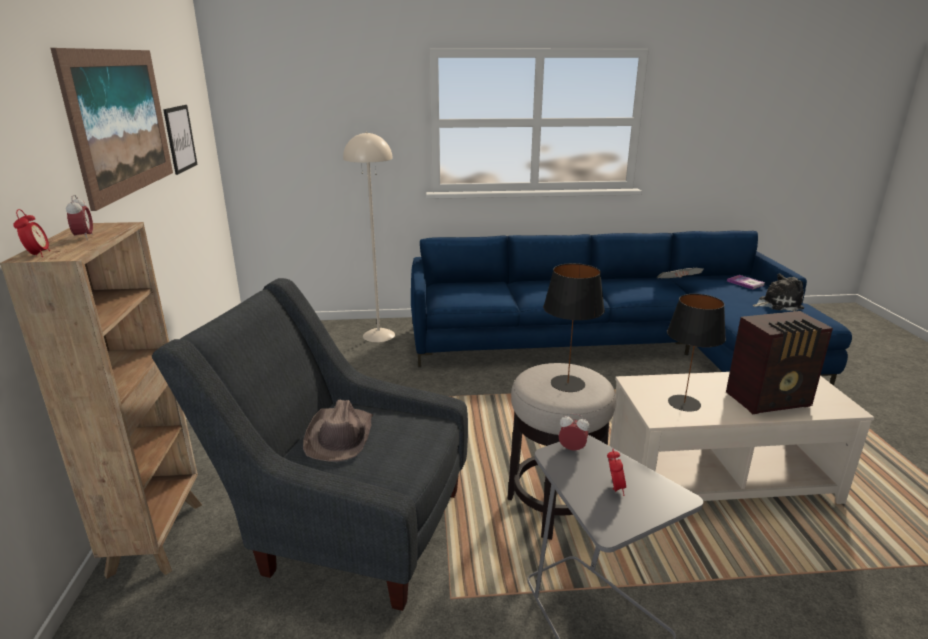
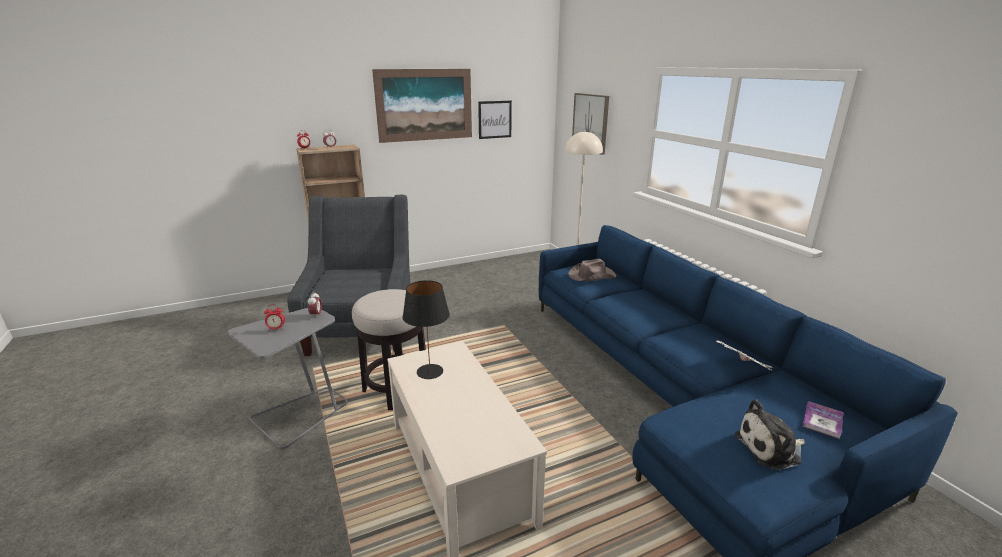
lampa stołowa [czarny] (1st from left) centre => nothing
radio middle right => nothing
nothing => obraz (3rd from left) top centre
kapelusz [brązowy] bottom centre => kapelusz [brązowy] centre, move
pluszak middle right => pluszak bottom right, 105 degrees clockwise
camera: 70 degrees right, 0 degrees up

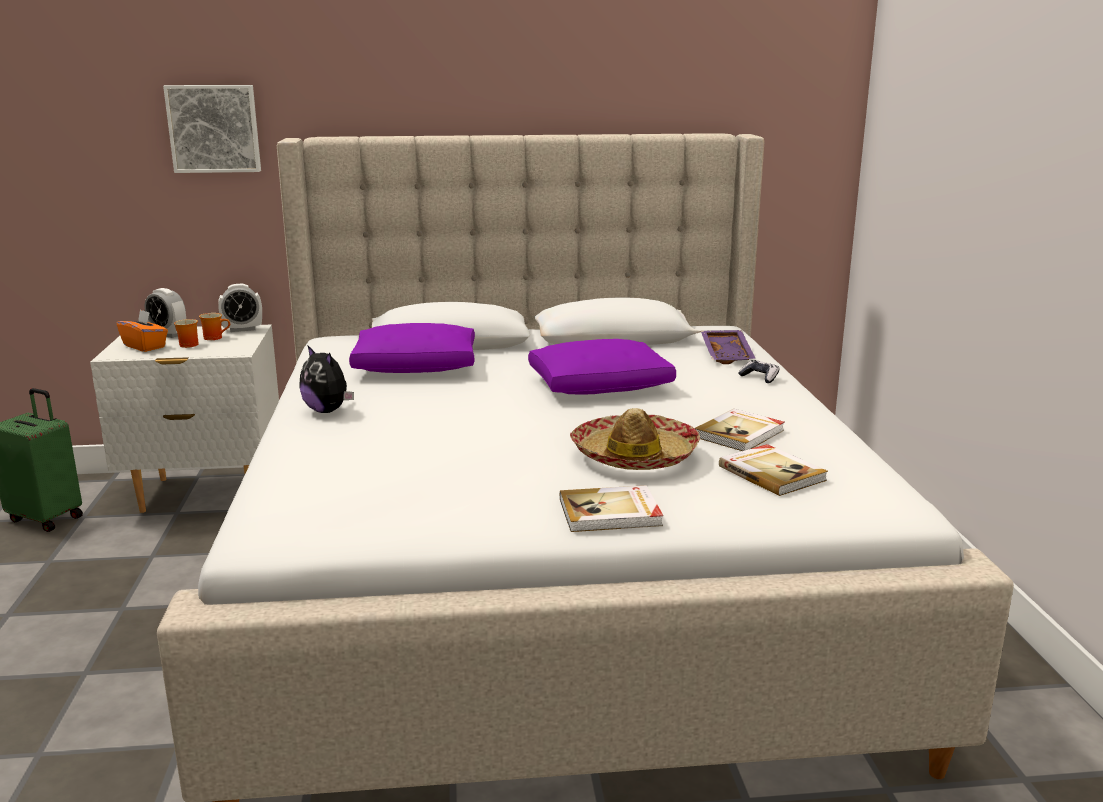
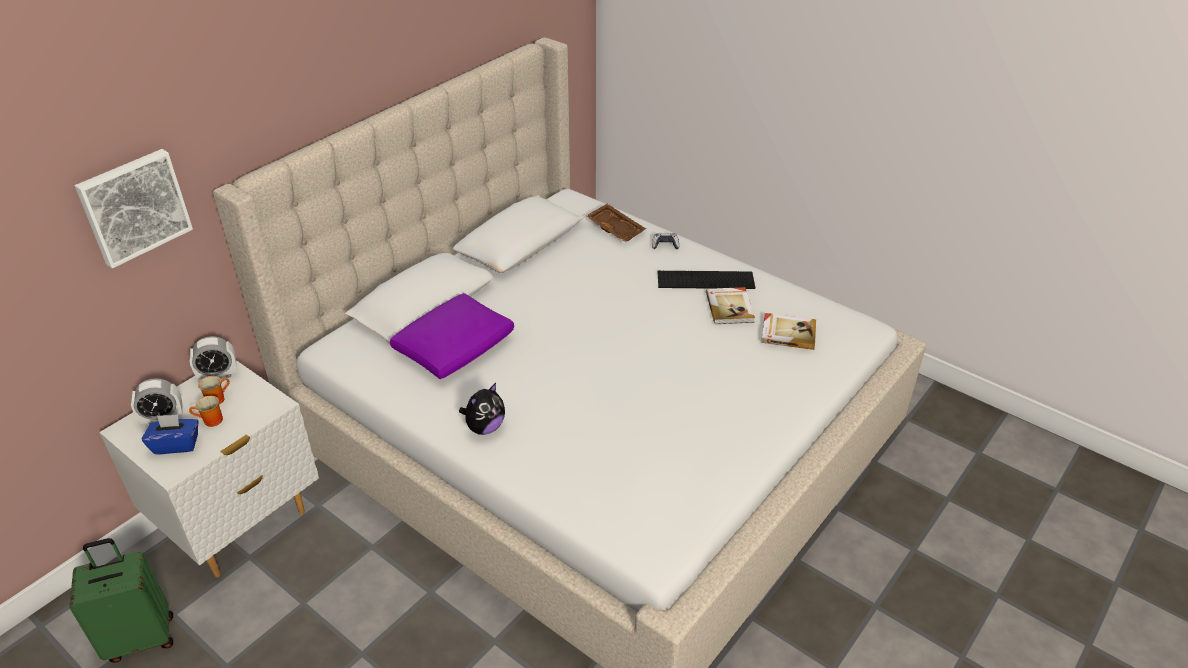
poduszka [fioletowy] (2nd from left) centre => nothing
książka (1st from left) centre => nothing
kapelusz centre => nothing
nothing => klawiatura centre
pudełko chusteczek [pomarańczowy] middle left => pudełko chusteczek [niebieski] middle left
taca [fioletowy] centre => taca [brązowy] top centre
budzik (2nd from left) middle left, 45 degrees clockwise
pluszak middle left => pluszak centre, 45 degrees counterclockwise
camera: 45 degrees left, 20 degrees up

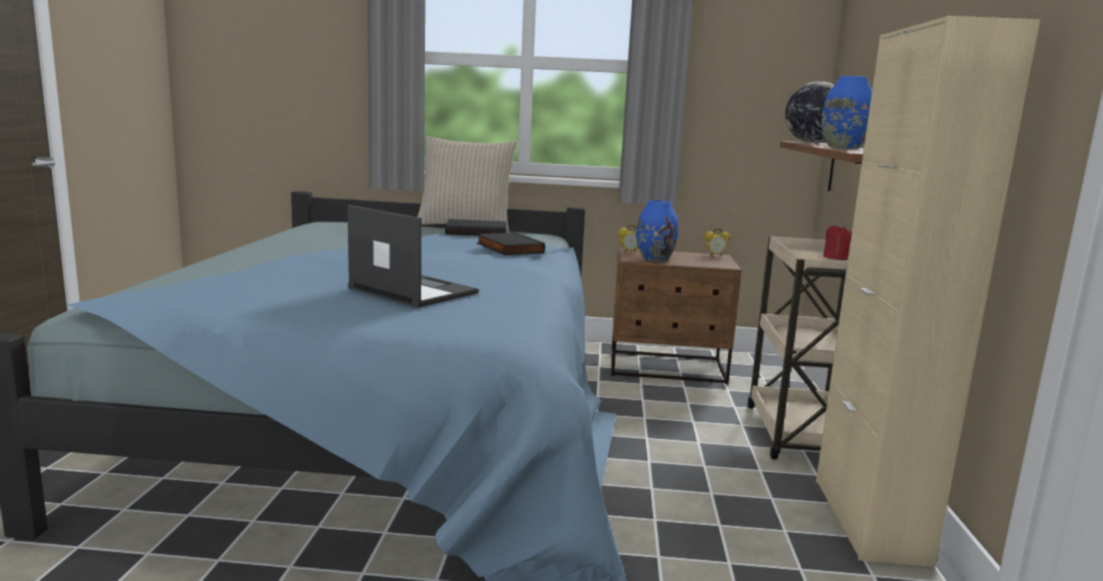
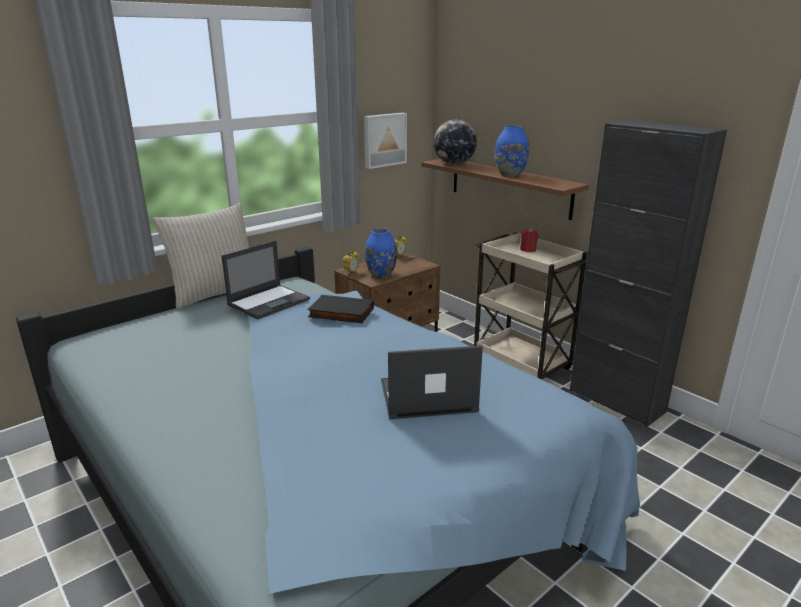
nothing => obraz top centre
książka [czarny] (1st from left) centre => laptop (1st from left) middle left
szafka [beżowy] middle right => szafka [czarny] middle right
camera: 45 degrees left, 10 degrees up

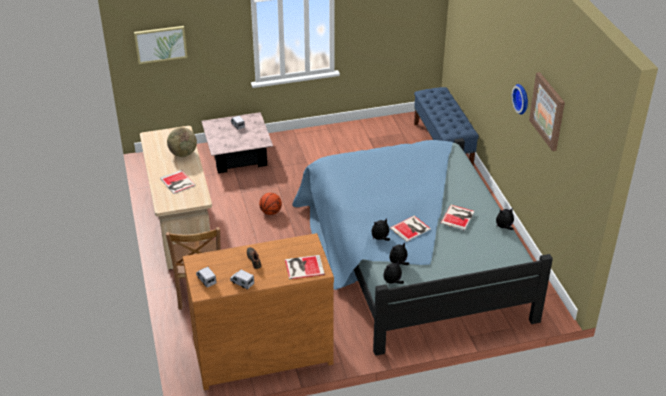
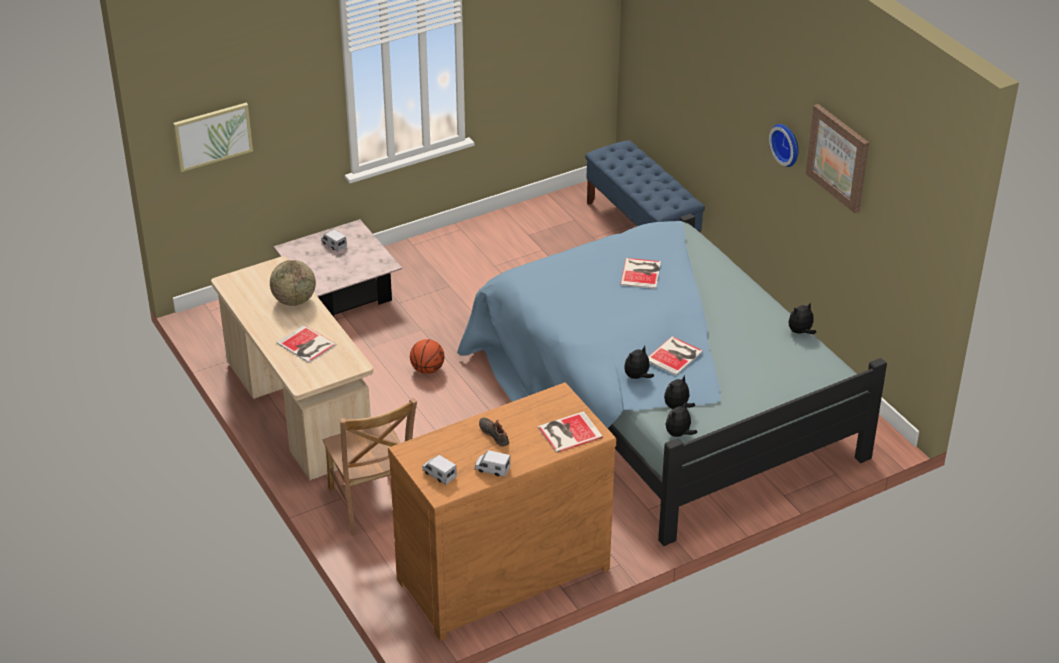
książka (4th from left in the first image) middle right => książka (3rd from left) centre, move
camera: 15 degrees left, 0 degrees up

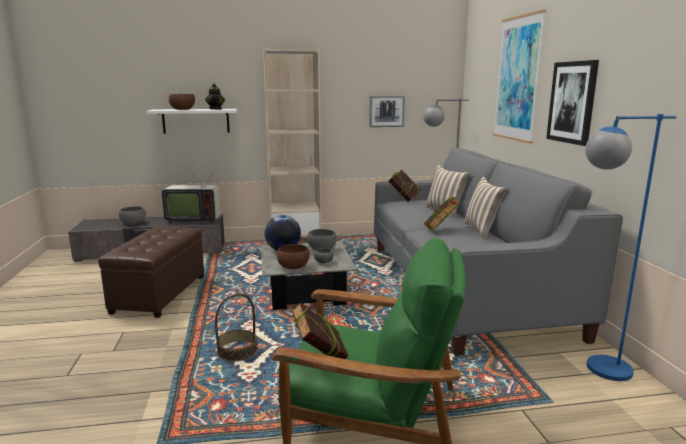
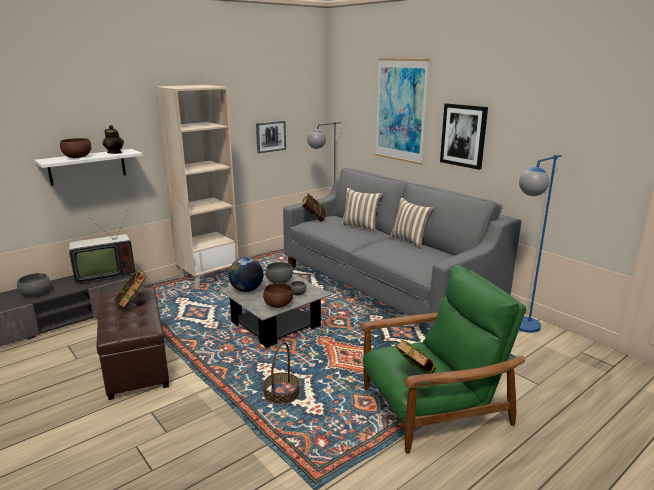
książka (3rd from left in the first image) centre => książka (1st from left) middle left, move
camera: 30 degrees left, 5 degrees up

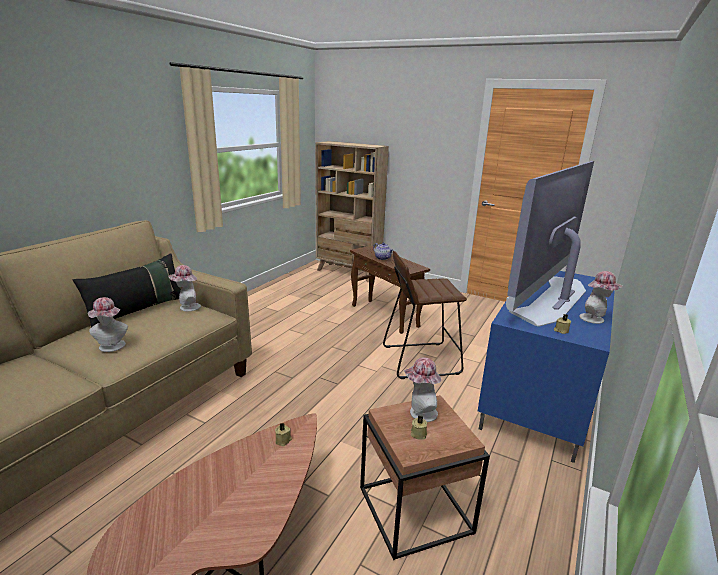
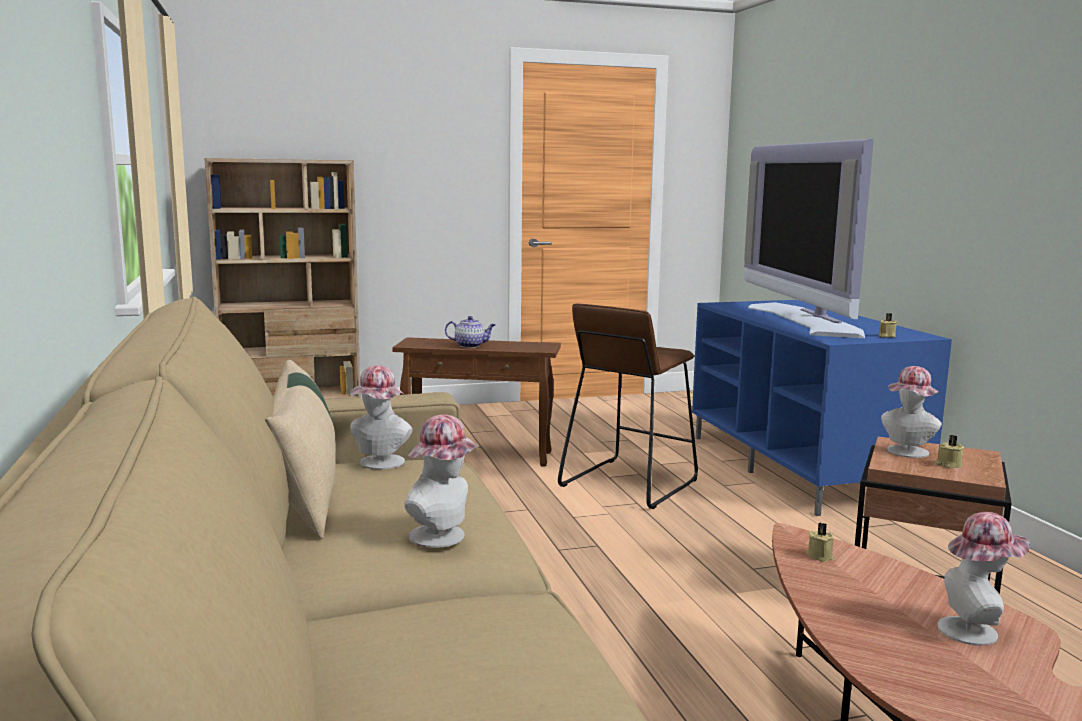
kapelusz (4th from left) middle right => kapelusz (4th from left) bottom right, move
poduszka [czarny] middle left => poduszka [beżowy] middle left
camera: 45 degrees left, 10 degrees down

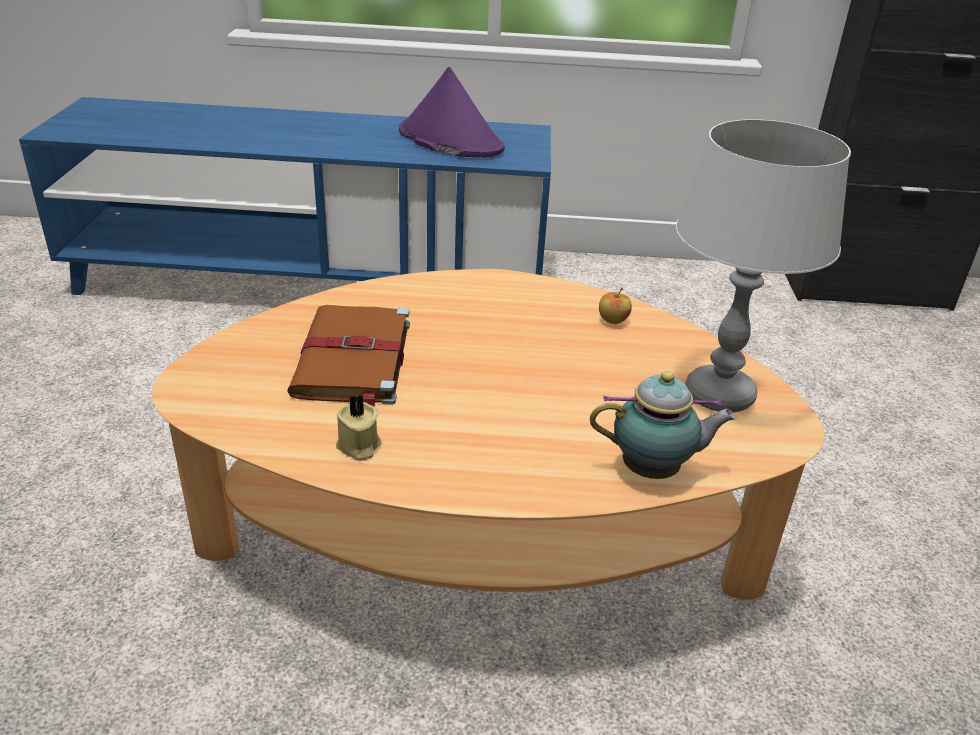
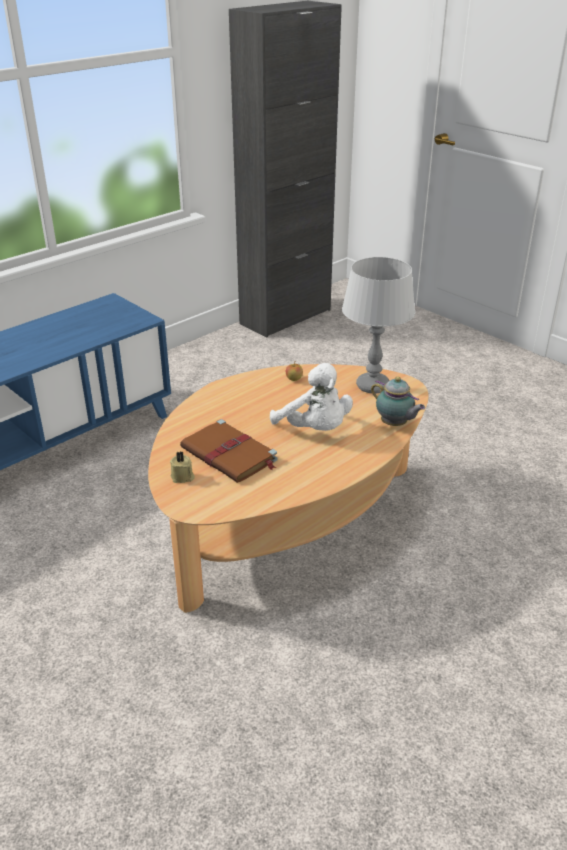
kapelusz [fioletowy] top centre => nothing
nothing => pluszak [biały] centre
świeca [beżowy] centre => świeca [beżowy] middle left, move
imbryk middle right, 90 degrees clockwise
camera: 45 degrees left, 0 degrees up

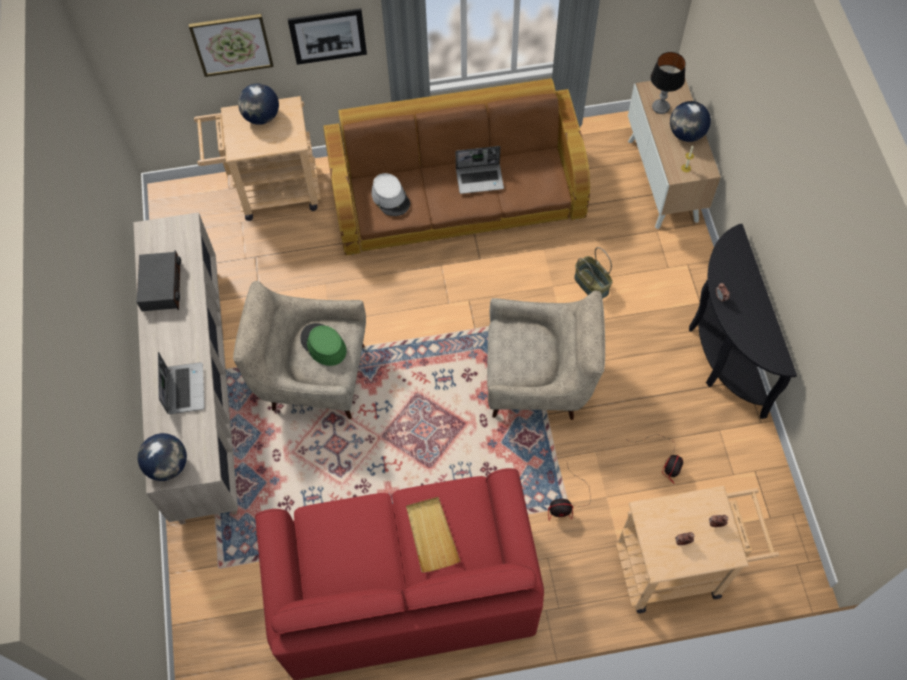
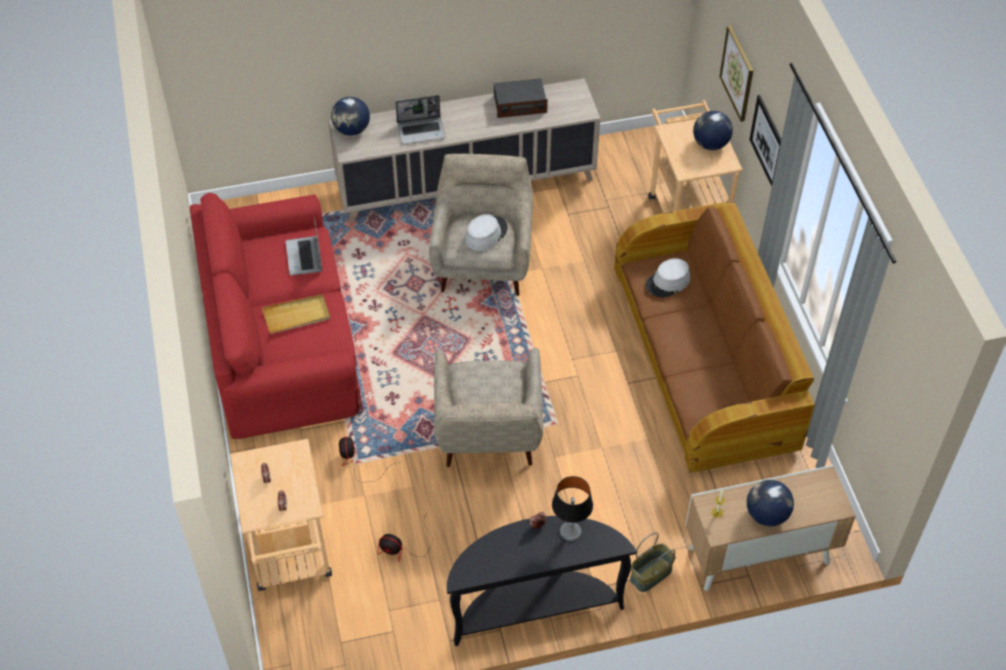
laptop (2nd from left in the first image) top centre => laptop (1st from left) middle left, move
koszyk centre => koszyk bottom centre, move
lampa stołowa top right => lampa stołowa bottom centre, move
kapelusz [zielony] centre => kapelusz [szary] (1st from left) centre
camera: 85 degrees right, 10 degrees down

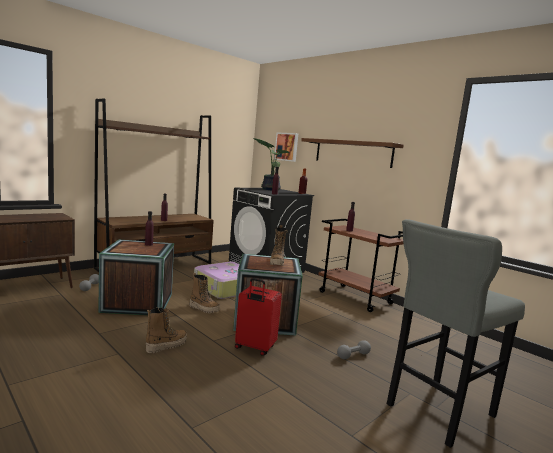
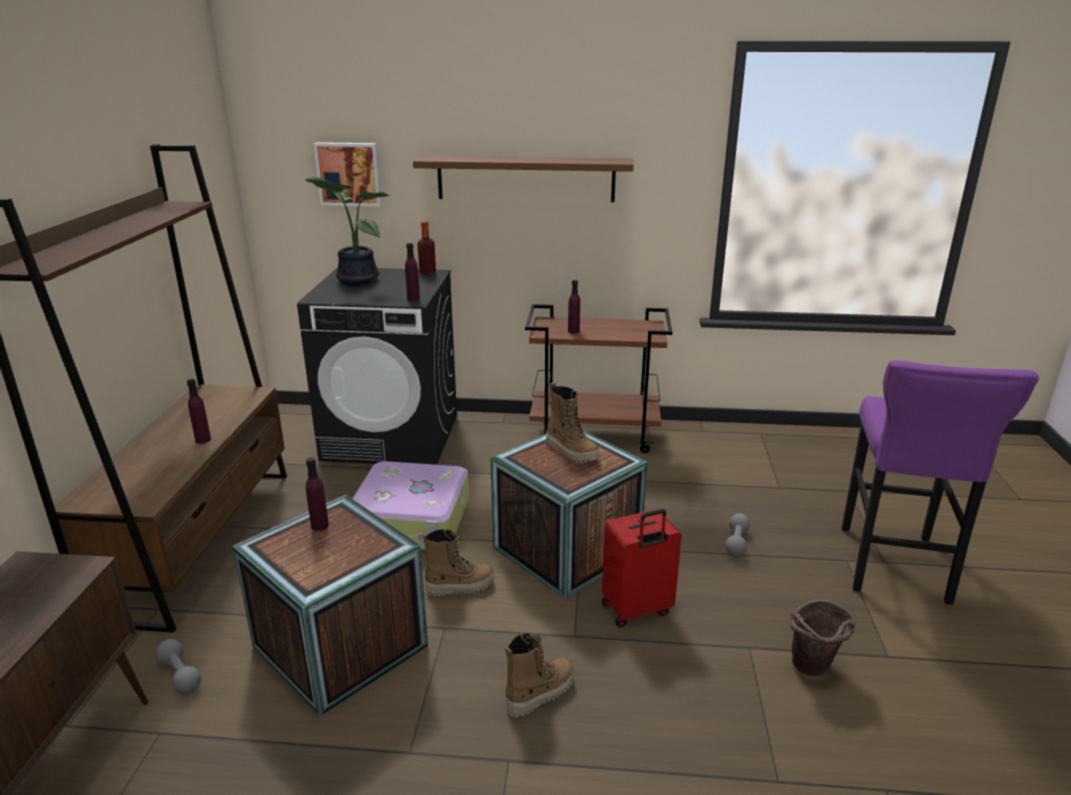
nothing => wiadro [brązowy] bottom right
stołek [szary] bottom right => stołek [fioletowy] middle right
but z cholewką (1st from left in the first image) bottom left => but z cholewką (2nd from left) bottom centre, 45 degrees clockwise
camera: 40 degrees left, 15 degrees up

